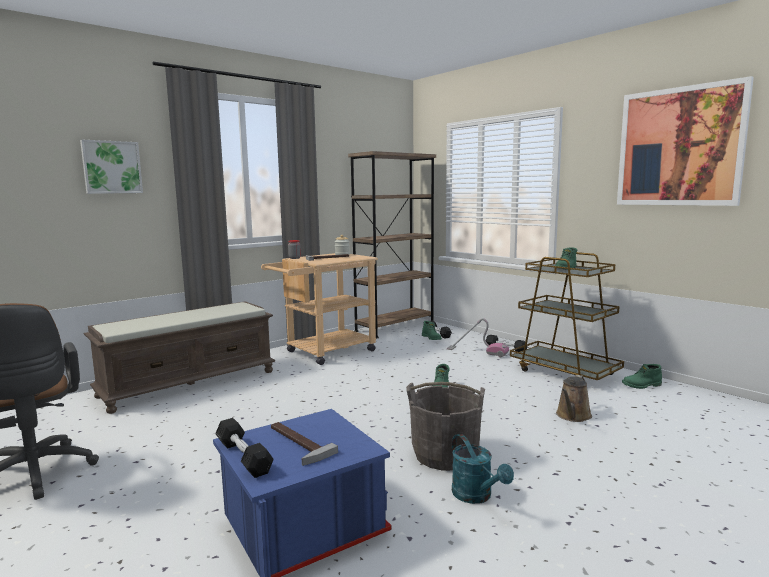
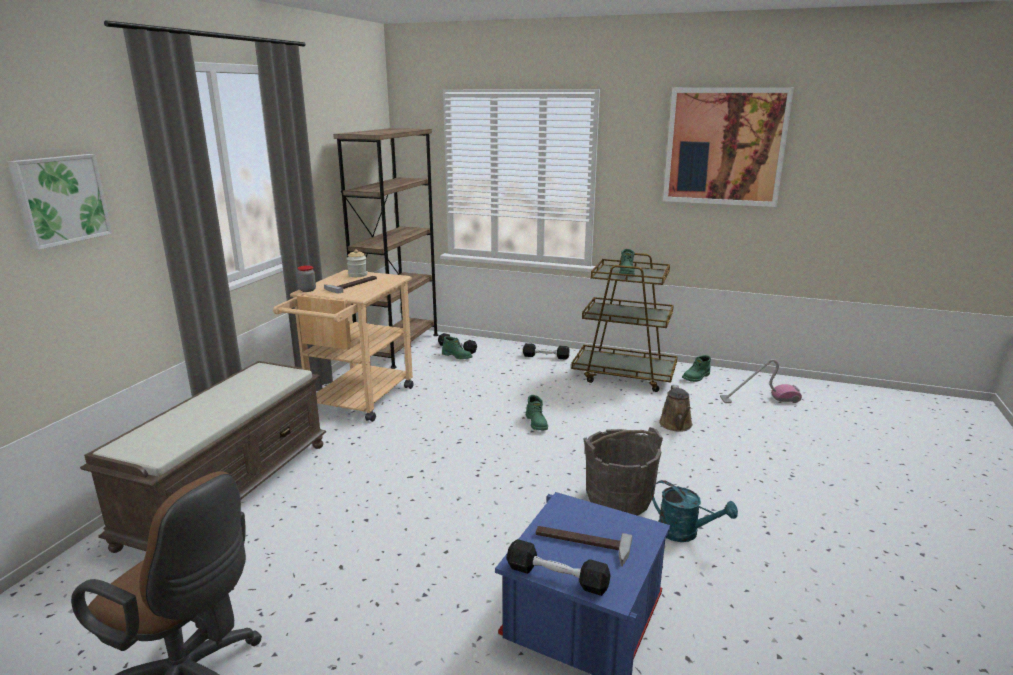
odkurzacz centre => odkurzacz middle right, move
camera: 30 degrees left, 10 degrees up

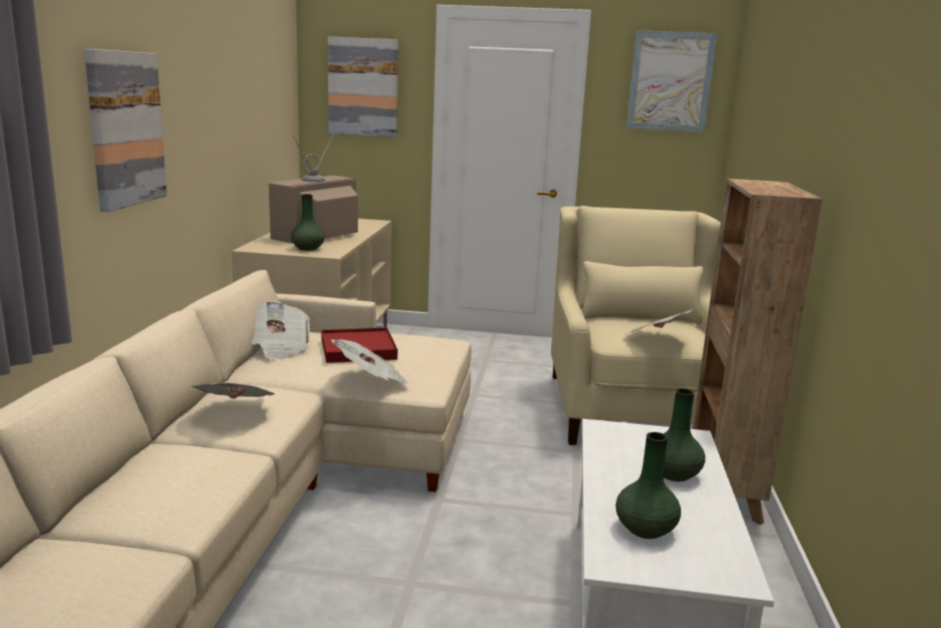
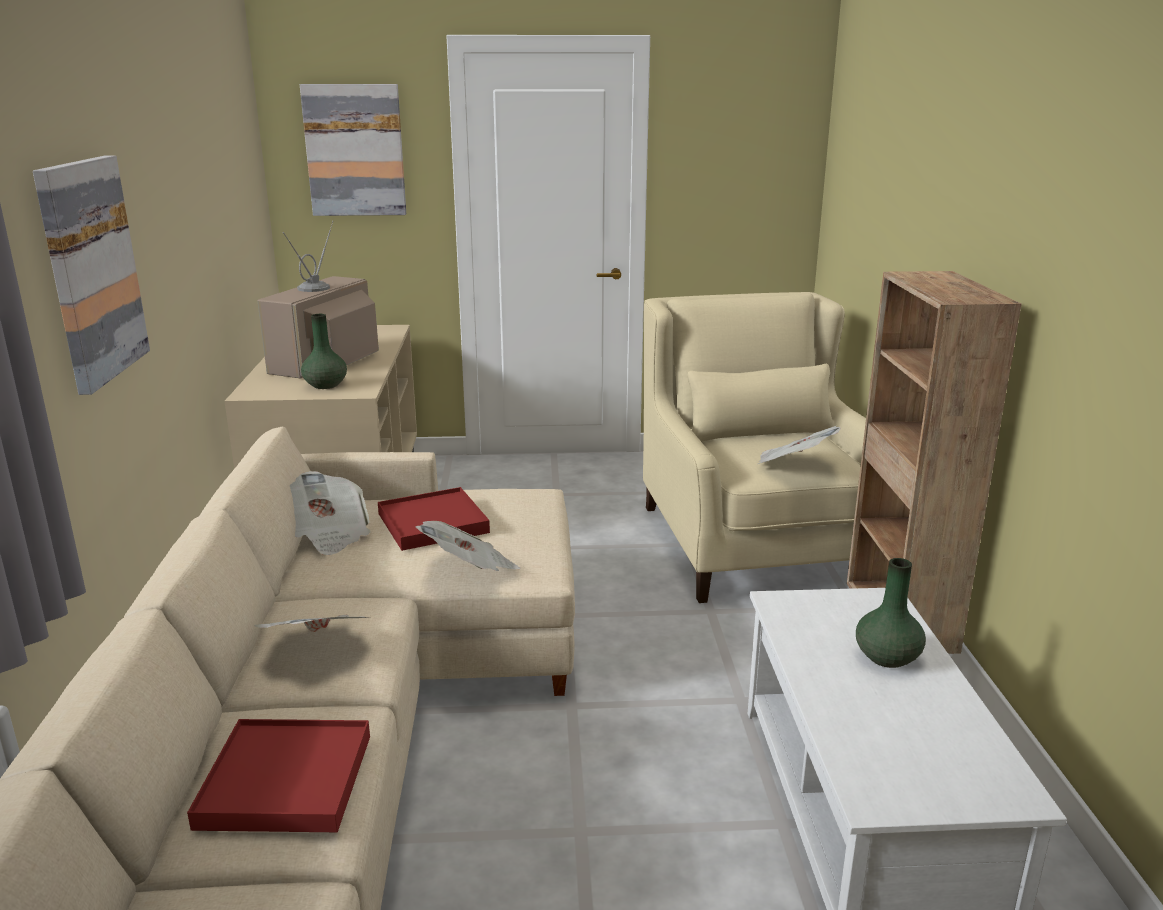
wazon [zielony] (2nd from left) bottom right => nothing
obraz (3rd from left) top right => nothing
nothing => taca [czerwony] (1st from left) bottom left
camera: 10 degrees left, 5 degrees up

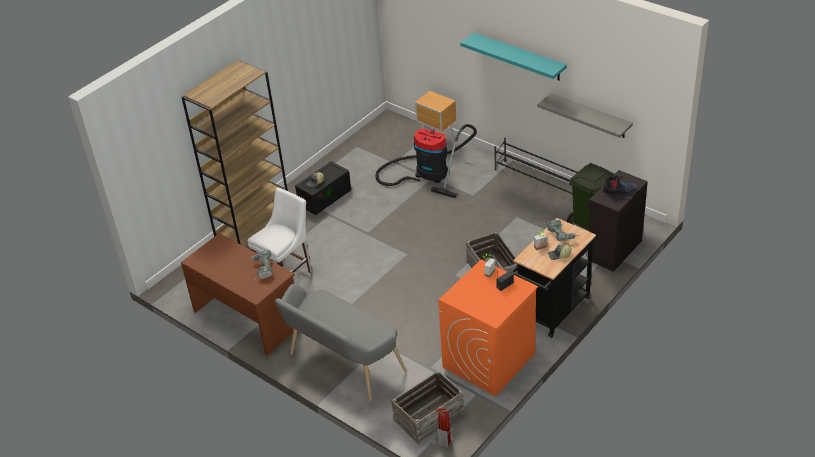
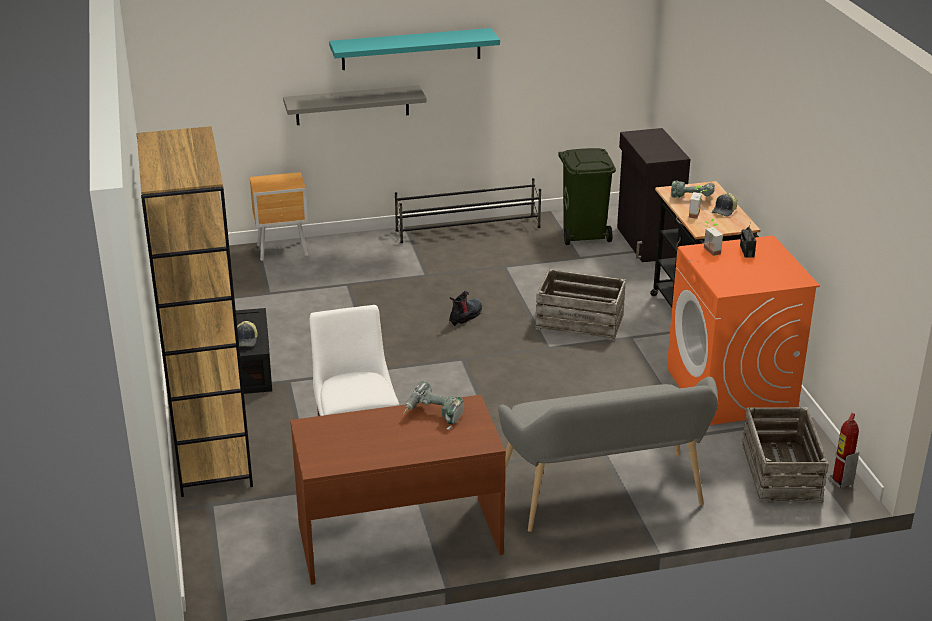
odkurzacz centre => nothing
półka [szary] top right => półka [szary] top centre, move
but z cholewką middle right => but z cholewką centre, move
camera: 55 degrees left, 10 degrees down

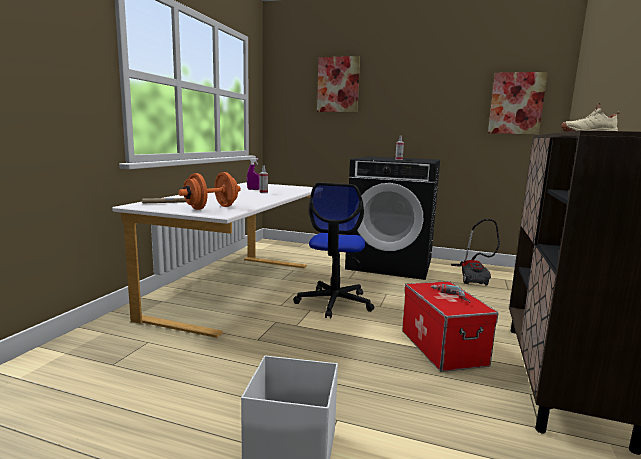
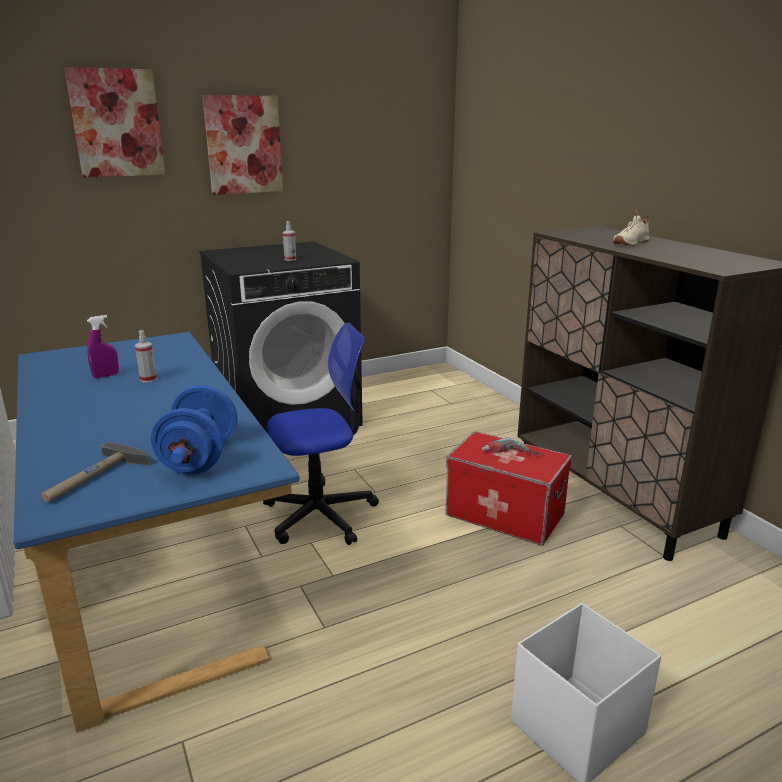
odkurzacz middle right => nothing
obraz (2nd from left) top right => obraz (2nd from left) top left, move
biurko [biały] middle left => biurko [niebieski] bottom left
hantel [pomarańczowy] middle left => hantel [niebieski] middle left
krzesło biurowe centre, 75 degrees counterclockwise
camera: 45 degrees left, 10 degrees up

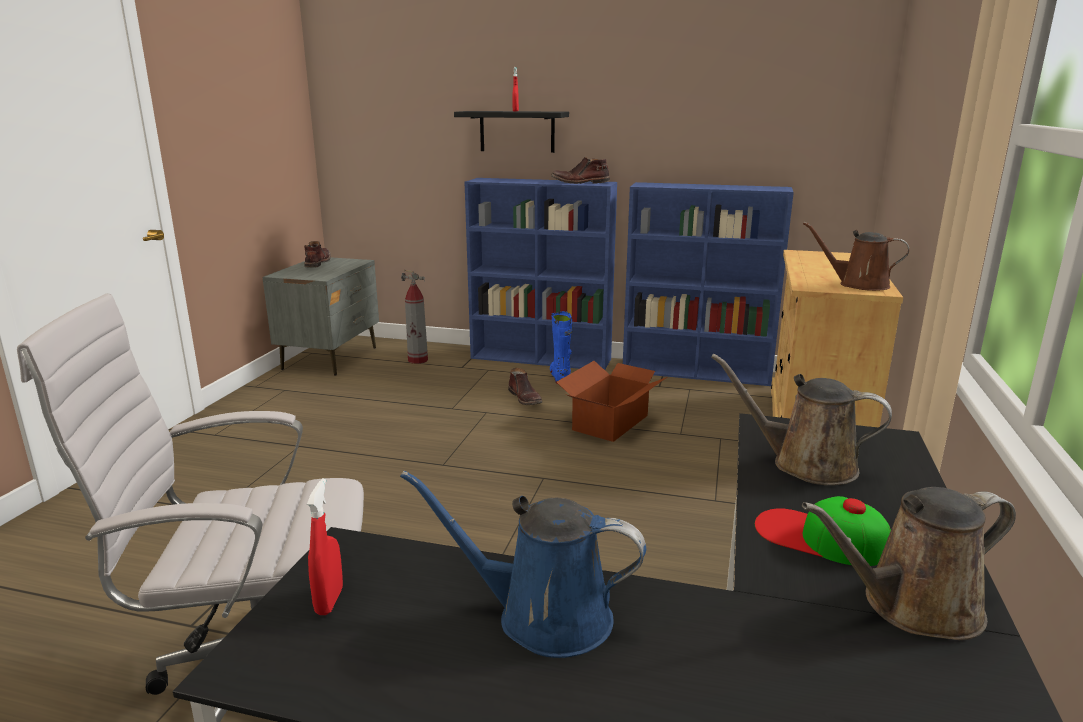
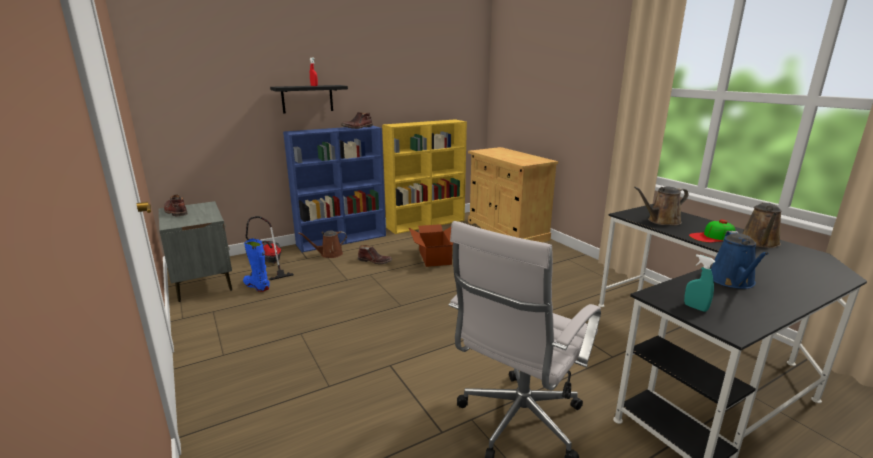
but z cholewką [niebieski] centre => but z cholewką [niebieski] middle left, move
konewka [brązowy] (2nd from left in the first image) middle right => konewka [brązowy] (1st from left) centre, move
gaśnica centre => odkurzacz middle left
spryskiwacz [czerwony] (1st from left) bottom left => spryskiwacz [turkusowy] middle right
regał [niebieski] (2nd from left) centre => regał [żółty] centre
konewka [niebieski] bottom centre => konewka [niebieski] middle right, 45 degrees counterclockwise
camera: 45 degrees left, 0 degrees up

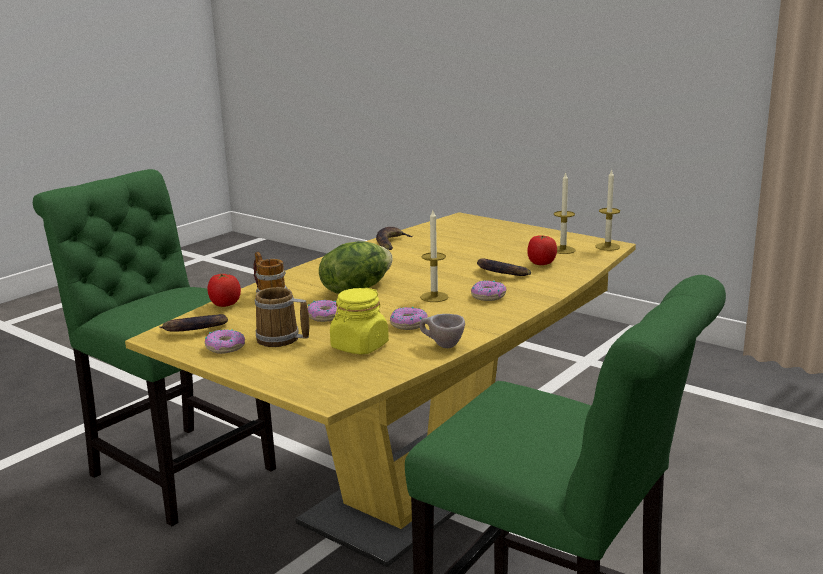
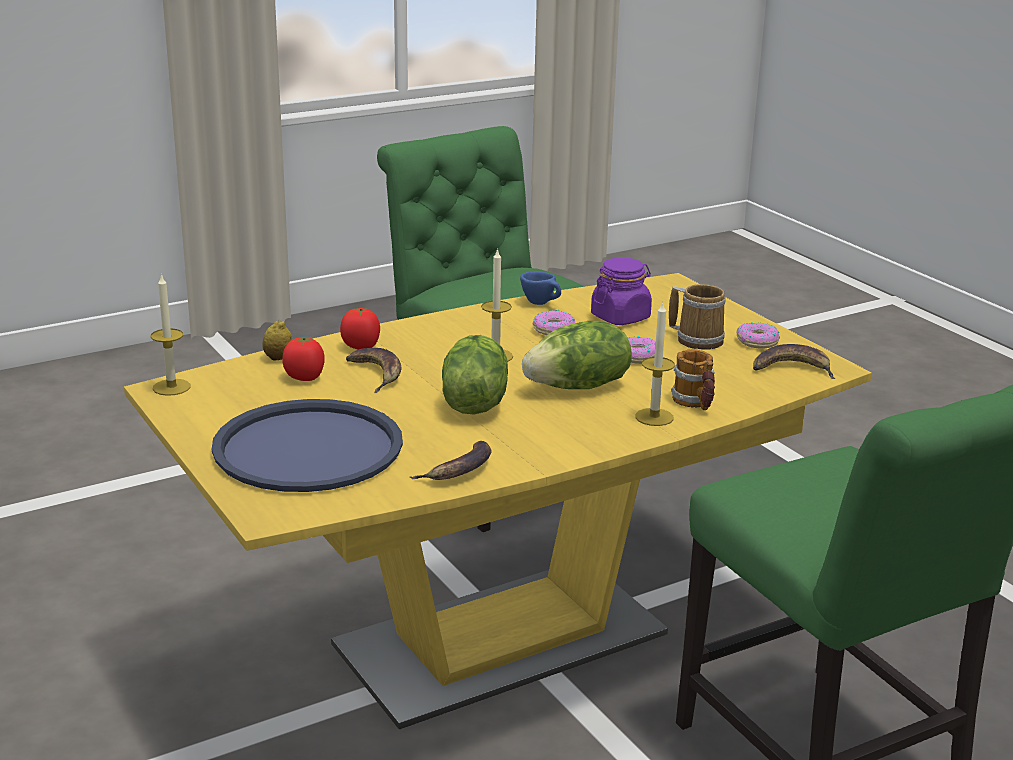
donut (4th from left) centre => nothing
nothing => taca [niebieski] middle left
nothing => cytryna middle left
nothing => sałata (1st from left) centre
pomidor (1st from left in the first image) middle left => pomidor (2nd from left) centre, move
świeca (2nd from left in the first image) middle right => świeca (3rd from left) centre, move
słoik [żółty] centre => słoik [fioletowy] centre
filiżanka [beżowy] centre => filiżanka [niebieski] centre
camera: 160 degrees left, 5 degrees up

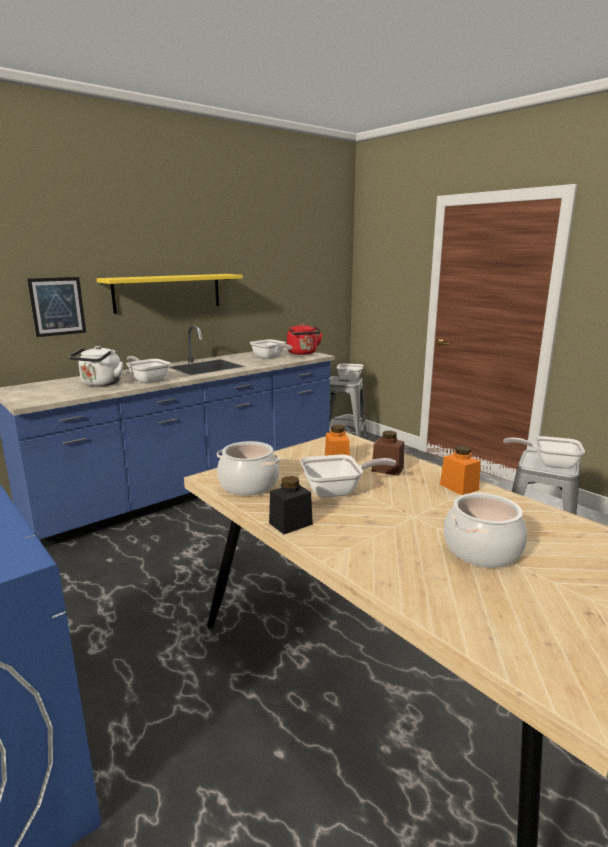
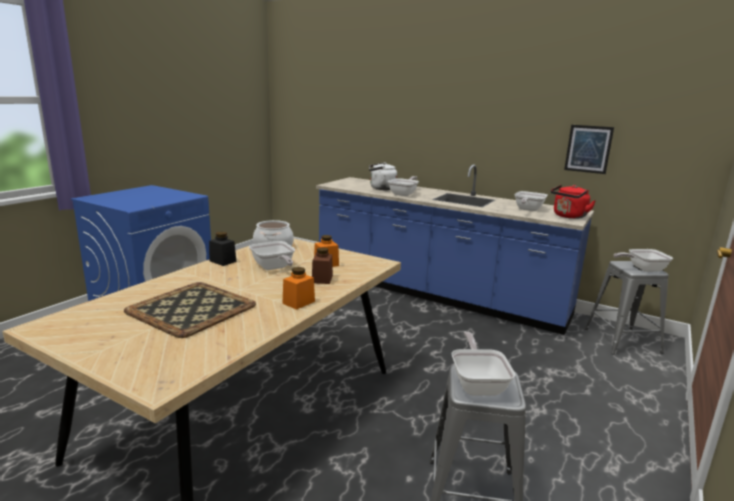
półka [żółty] middle left => nothing
obraz middle left => obraz top right, move
garnek (2nd from left) middle right => taca middle left
camera: 70 degrees right, 0 degrees up

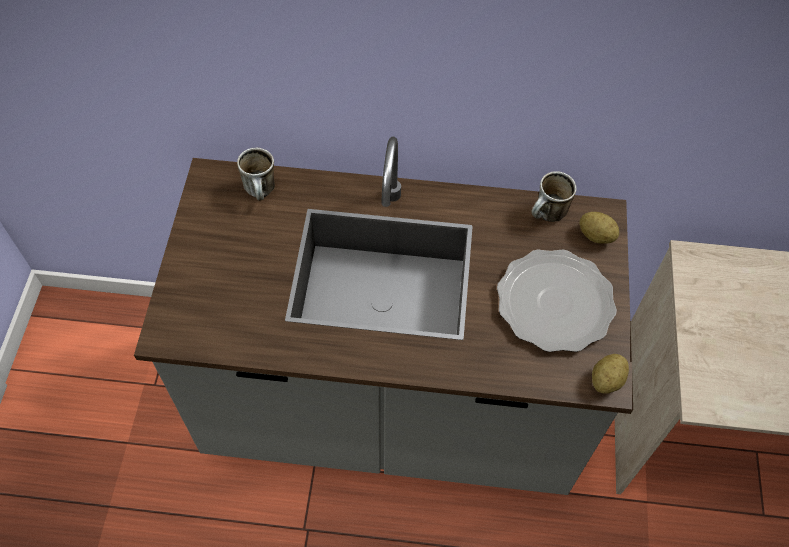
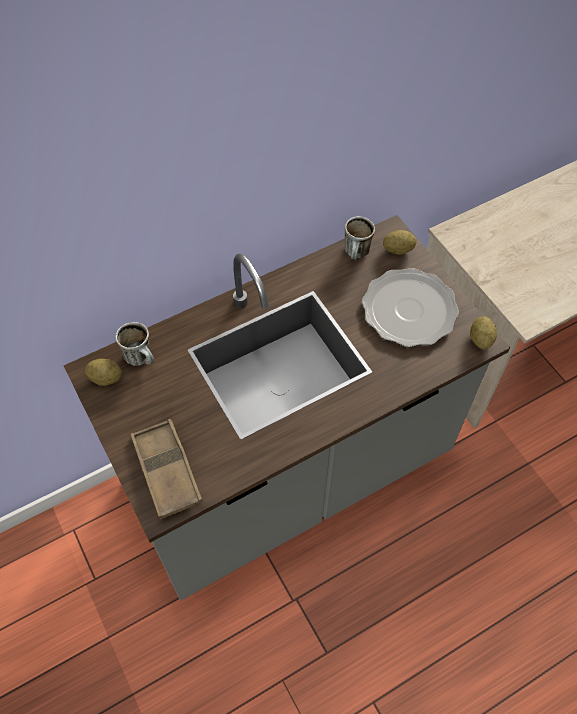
nothing => ziemniak (1st from left) middle left
nothing => taca [brązowy] middle left
camera: 35 degrees left, 0 degrees up

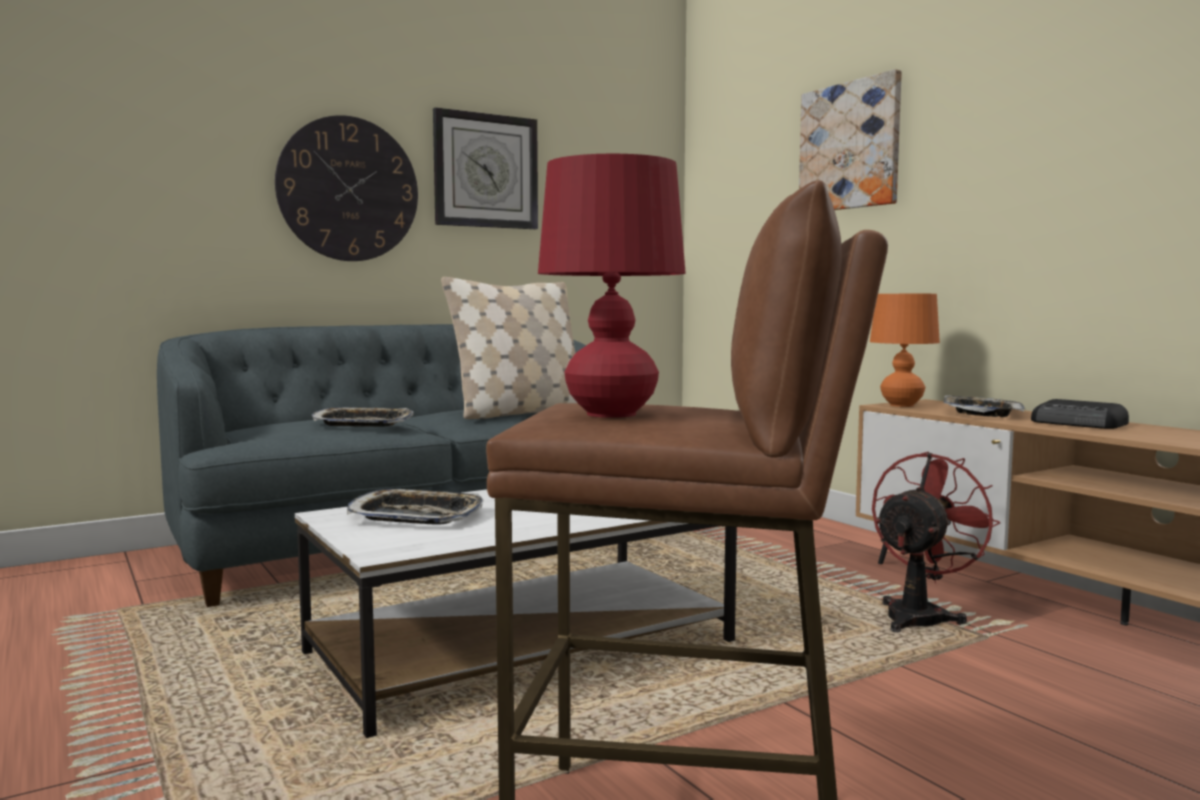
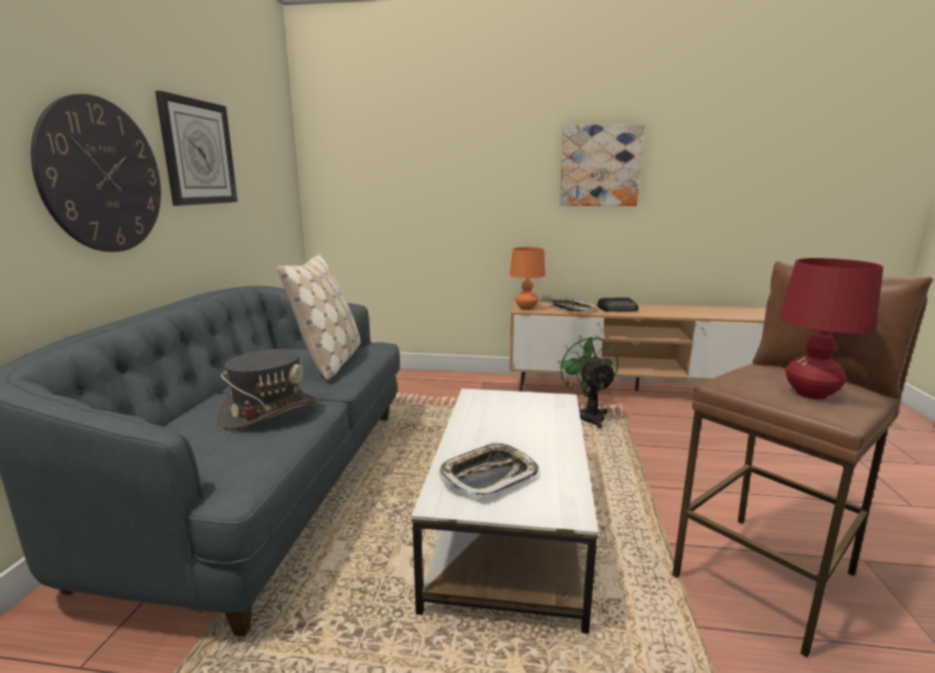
obraz top right => obraz top centre, move
taca (1st from left) middle left => kapelusz [szary] middle left
wentylator [czerwony] bottom right => wentylator [zielony] centre
camera: 50 degrees left, 10 degrees up

